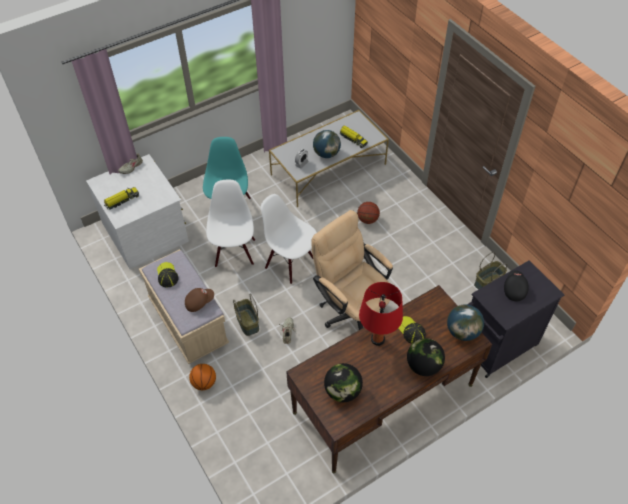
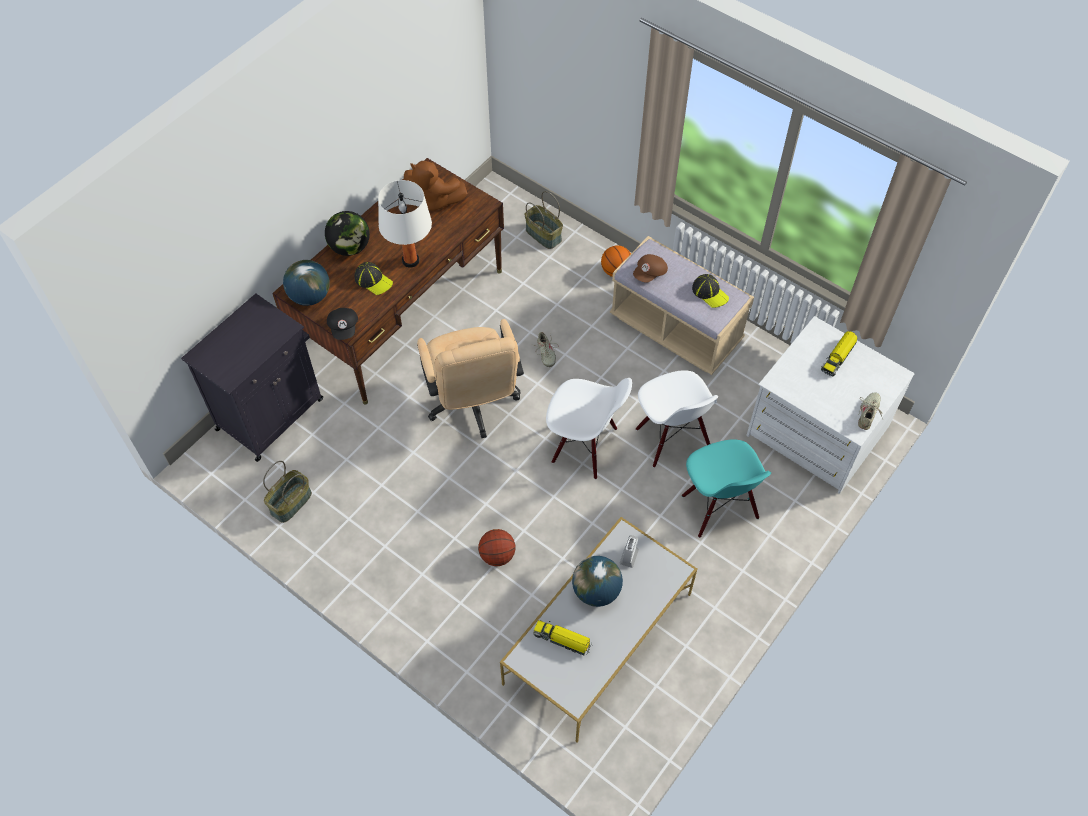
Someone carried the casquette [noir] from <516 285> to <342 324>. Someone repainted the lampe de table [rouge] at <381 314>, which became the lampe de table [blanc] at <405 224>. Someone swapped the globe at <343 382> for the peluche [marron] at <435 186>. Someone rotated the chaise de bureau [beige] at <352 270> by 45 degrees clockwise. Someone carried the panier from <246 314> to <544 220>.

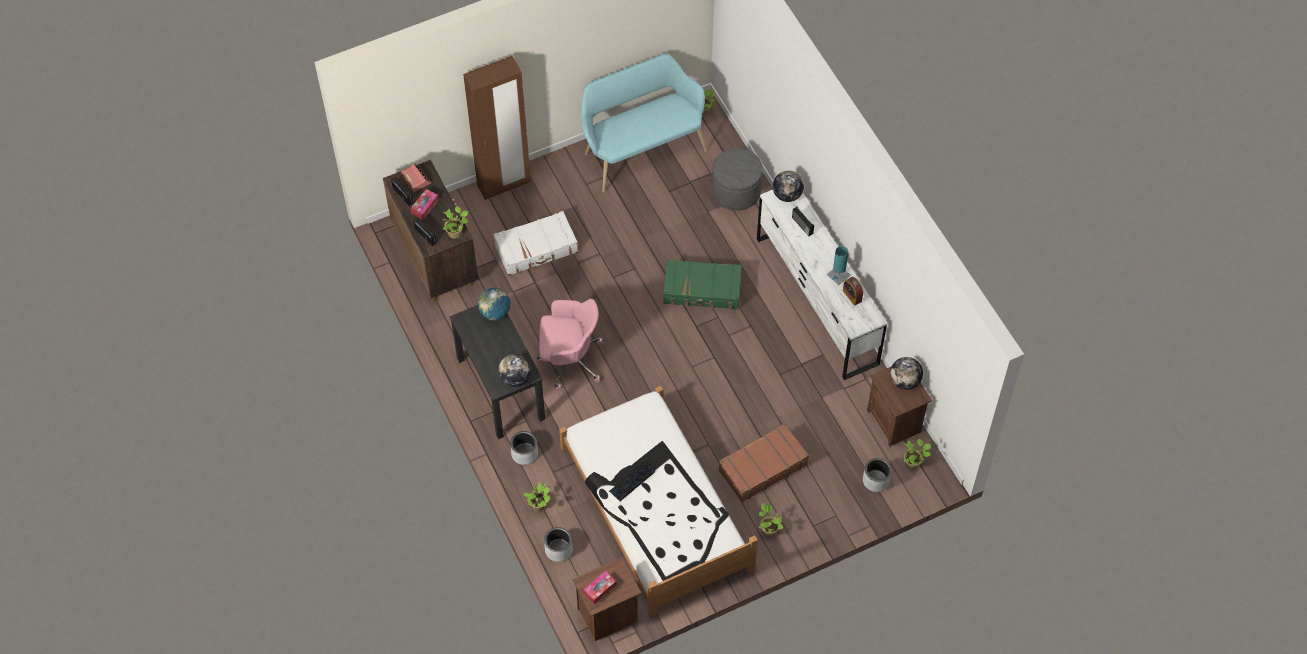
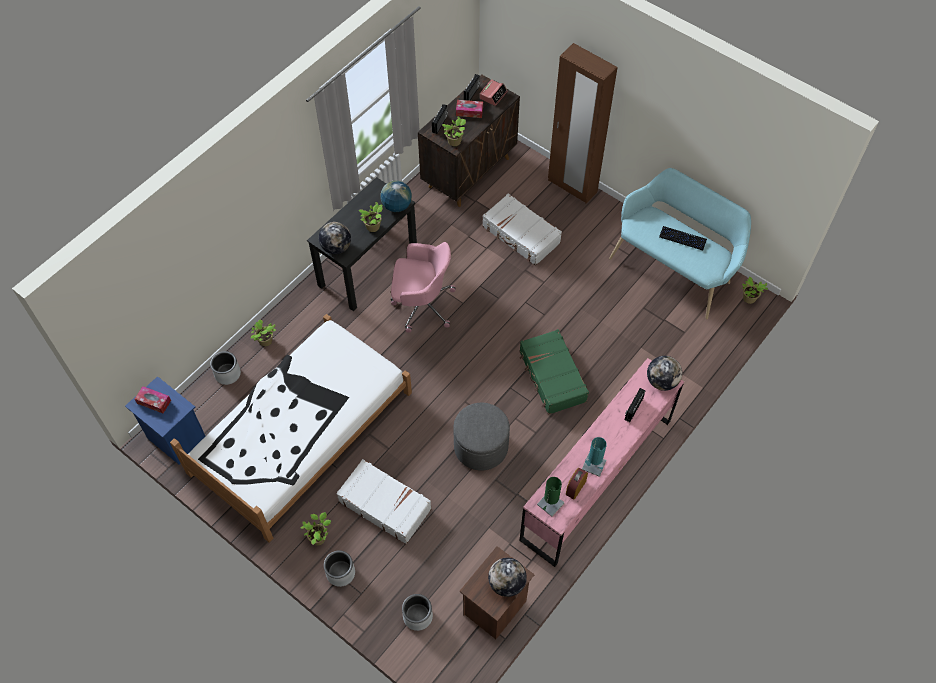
Someone repainted the table de chevet [marron] at <607 599>, which became the table de chevet [bleu] at <165 420>. Someone carried the cache-pot [gris] from <524 448> to <339 568>. Someone repainted the valise [marron] at <764 463>, which became the valise [blanc] at <383 501>. Someone carried the plante en pot from <917 454> to <371 217>. Someone rotated the chaise de bureau [rose] at <570 345> by 60 degrees counterclockwise. Someone carried the pouf [gris] from <737 179> to <481 437>. Someone repainted the commode [blanc] at <822 285>, which became the commode [rose] at <602 462>. Someone put down the lampe de table [vert] at <550 497>. Someone carried the clavier from <632 481> to <683 238>.

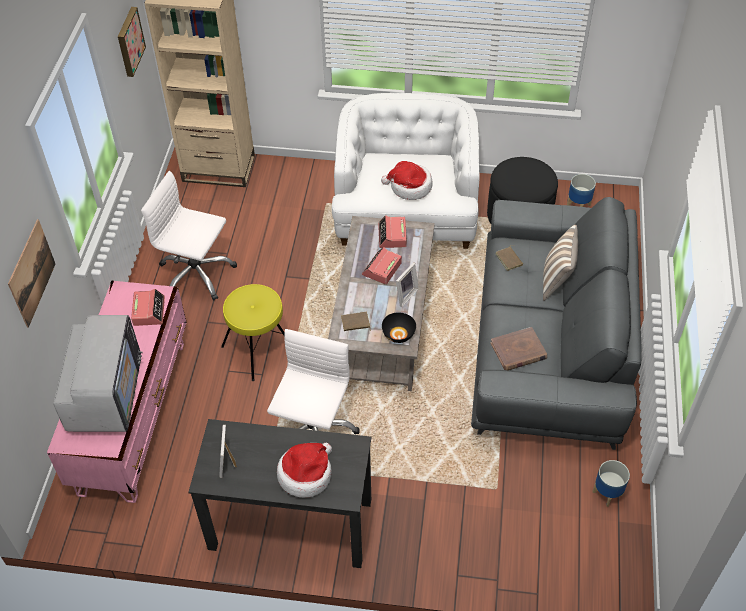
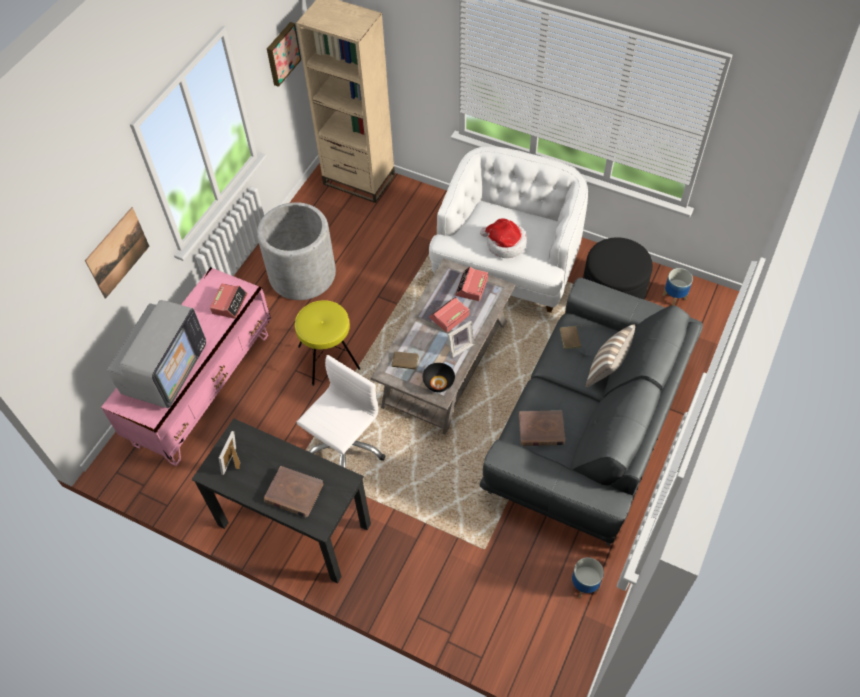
Someone swapped the chaise de bureau [blanc] at <189 236> for the cache-pot [gris] at <296 251>. Someone swapped the chapeau at <304 470> for the livre [marron] at <294 491>.

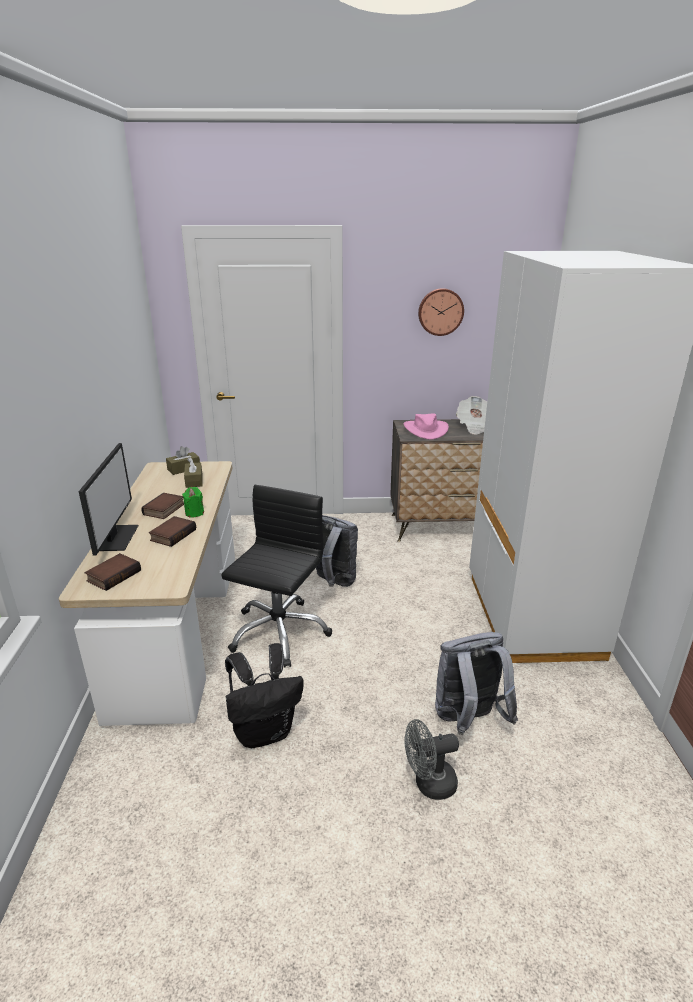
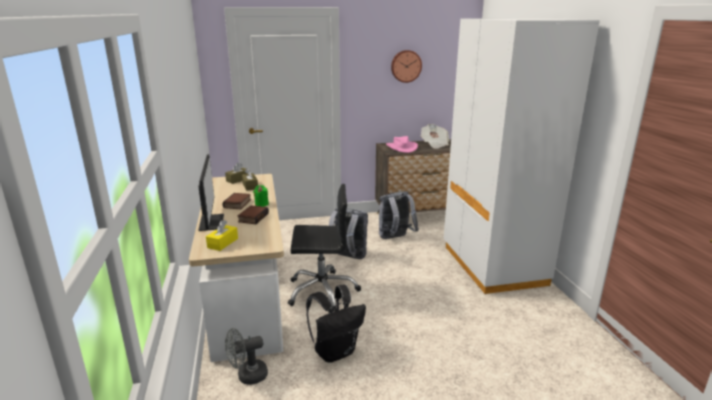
Someone swapped the livre at <113 572> for the boîte à mouchoirs [jaune] at <222 235>. Someone carried the ventilateur [gris] from <431 759> to <246 356>. Someone rotated the chaise de bureau [noir] at <276 576> by 75 degrees clockwise. Someone carried the sac à dos [gris] from <476 683> to <399 215>.

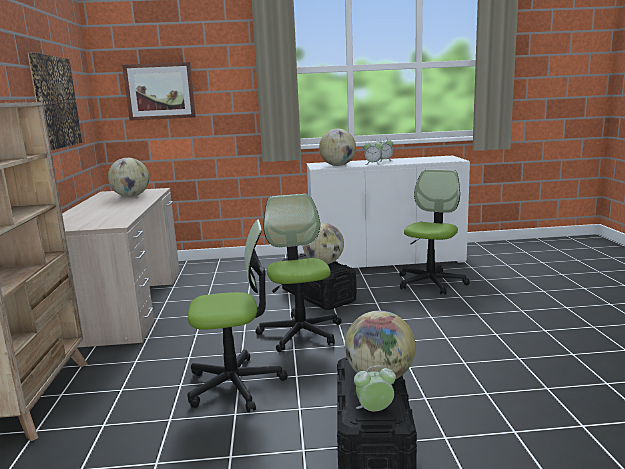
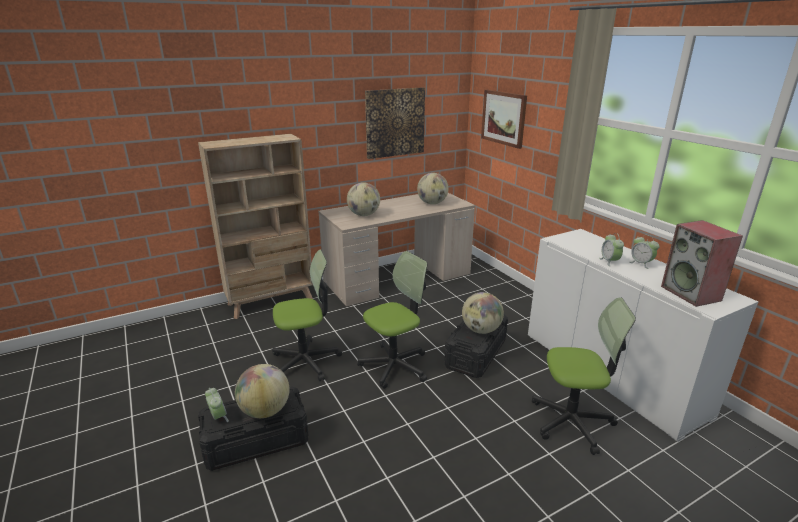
Someone rotated the chaise de bureau at <237 315> by 75 degrees counterclockwise. Someone carried the globe from <337 147> to <363 199>. Someone put down the enceinte at <702 263>.

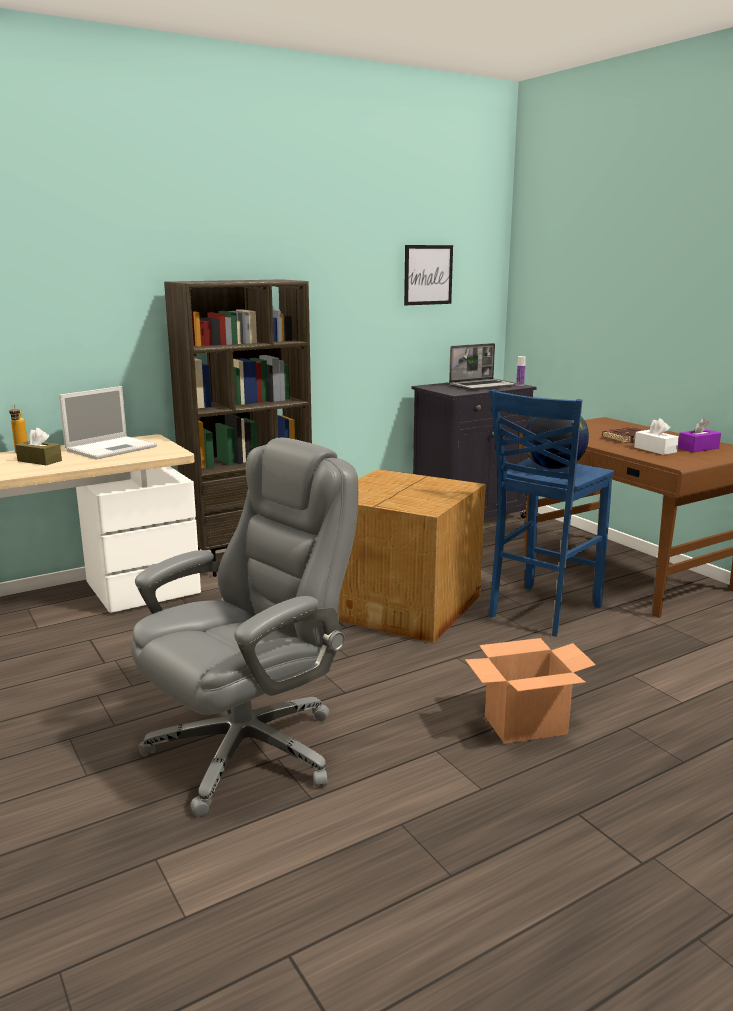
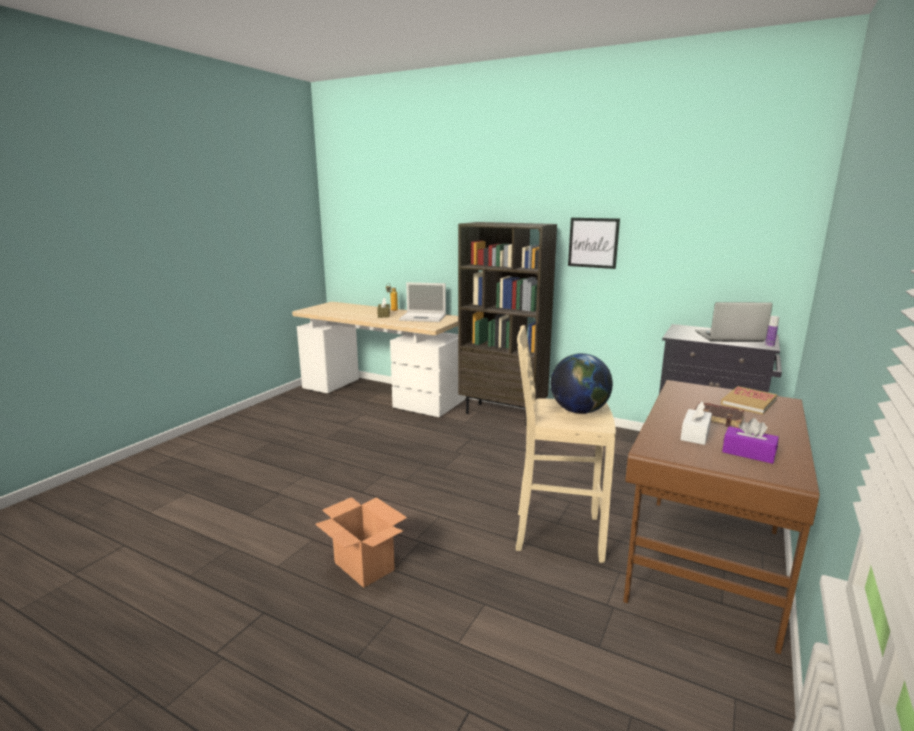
Someone repainted the tabouret [bleu] at <551 513>, which became the tabouret [beige] at <566 444>. Someone carried the tableau from <428 275> to <594 243>. Someone rotated the ordinateur portable at <482 366> by 150 degrees clockwise. Someone put down the livre at <749 400>. Someone took away the chaise de bureau [gris] at <244 627>. Someone took away the carton at <412 556>.

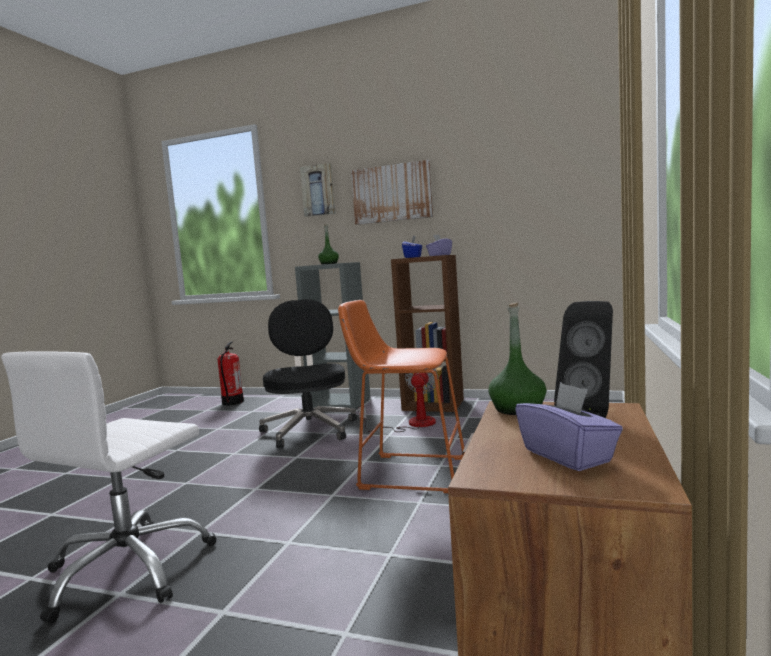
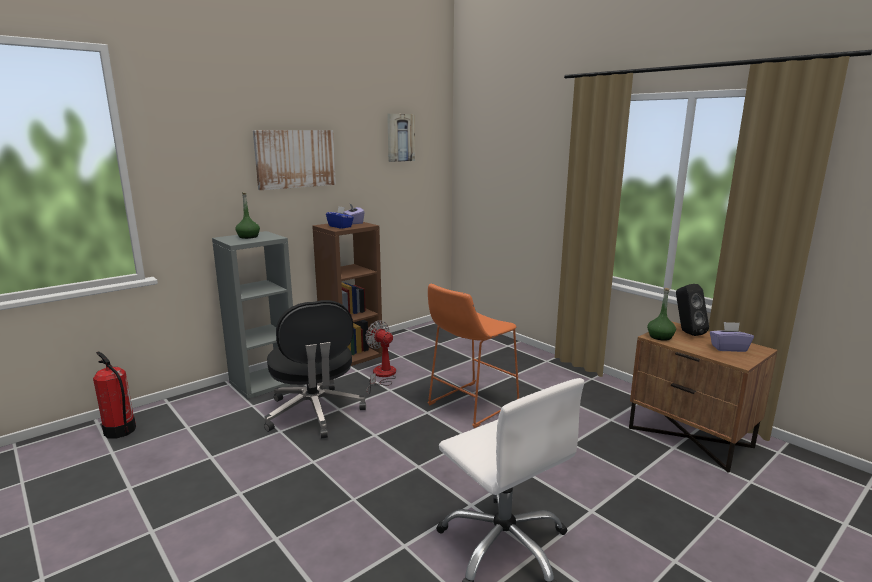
Someone rotated the chaise de bureau [noir] at <308 373> by 135 degrees counterclockwise. Someone carried the tableau from <317 190> to <401 138>.

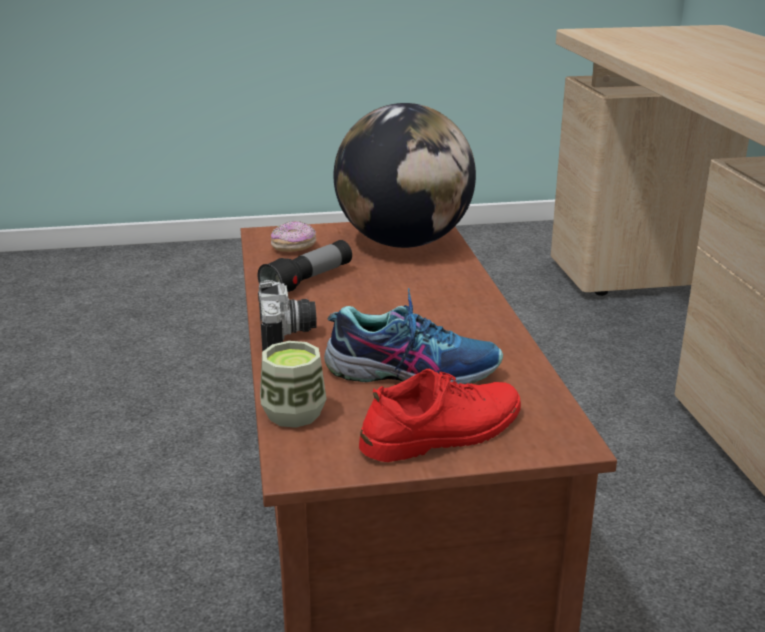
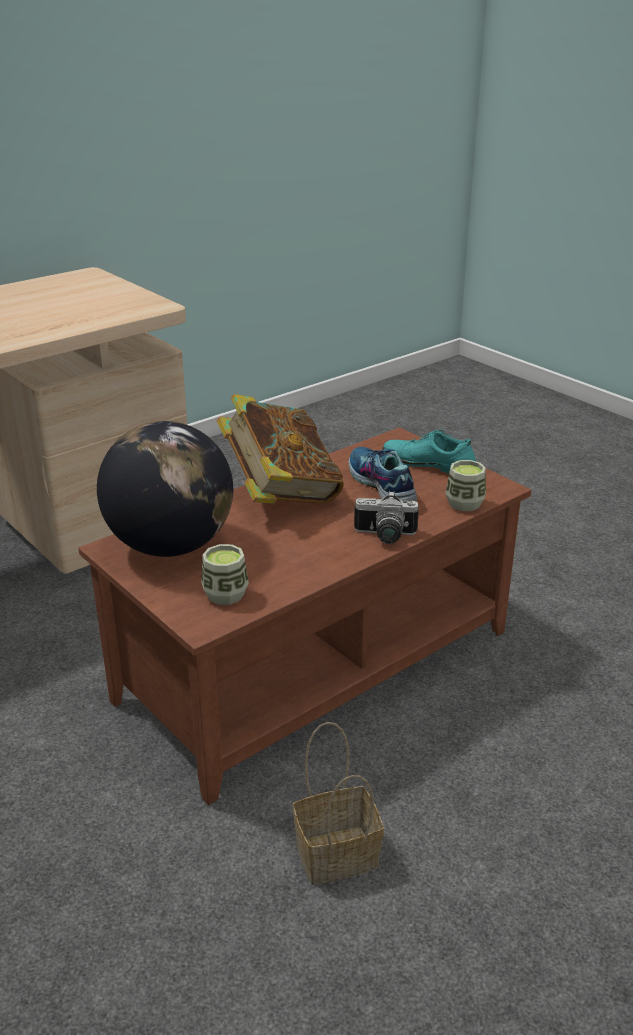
Someone swapped the beignet at <293 236> for the tasse at <225 574>. Someone put down the livre at <280 449>. Someone put down the panier at <338 803>. Someone rotated the appareil photo at <287 316> by 135 degrees counterclockwise. Someone repainted the chaussure [rouge] at <440 415>, which became the chaussure [turquoise] at <429 451>. Someone took away the lampe de poche at <305 266>.

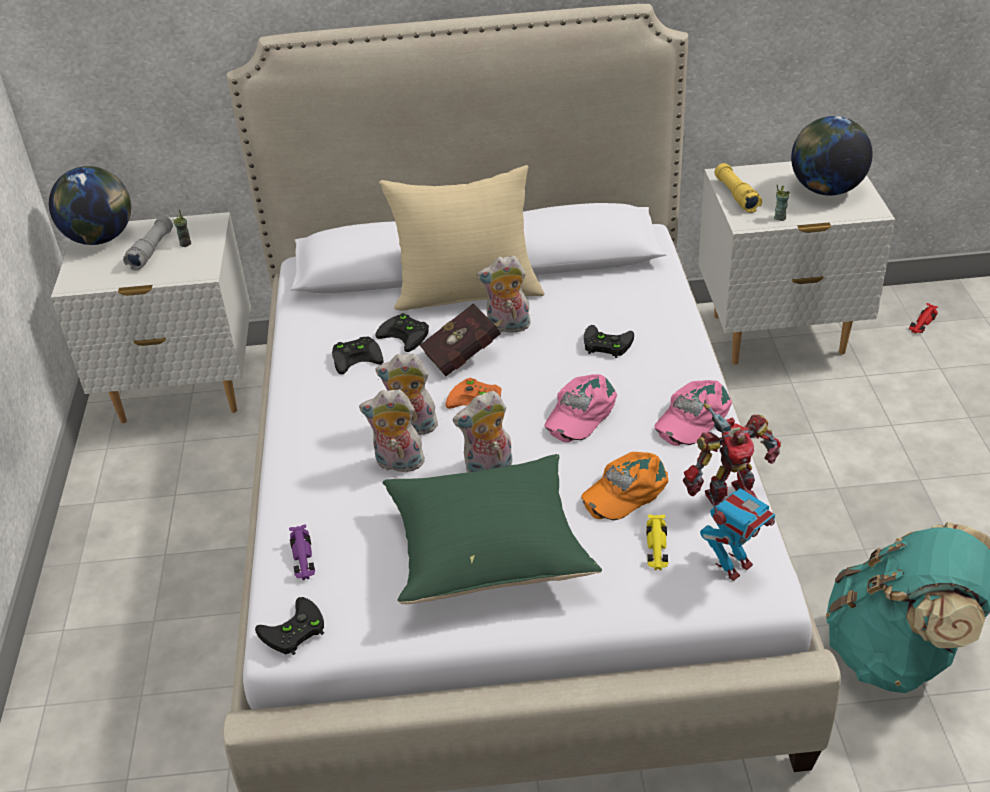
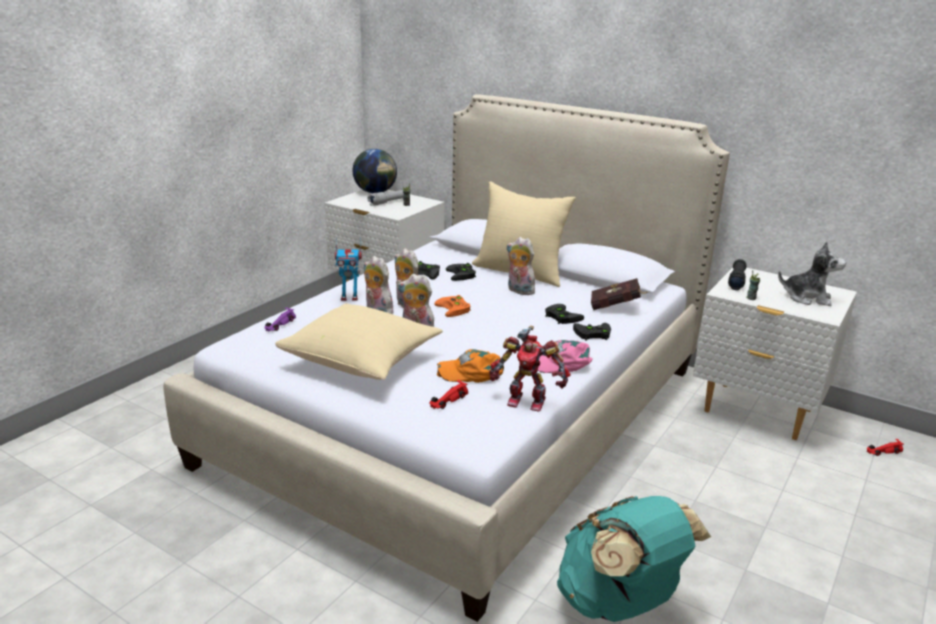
Someone repainted the coussin [vert] at <492 529>, which became the coussin [beige] at <359 341>. Someone carried the robot jouet from <737 524> to <348 269>. Someone repainted the petite voiture [jaune] at <657 542>, which became the petite voiture [rouge] at <448 394>. Someone carried the manette [noir] from <289 626> to <592 331>. Someone carried the livre [rouge] from <461 340> to <620 294>. Someone repainted the lampe de poche [jaune] at <738 188>, which became the lampe de poche [noir] at <737 274>. Someone swapped the globe at <832 156> for the peluche at <812 273>. Someone took away the casquette [rose] at <580 408>.

